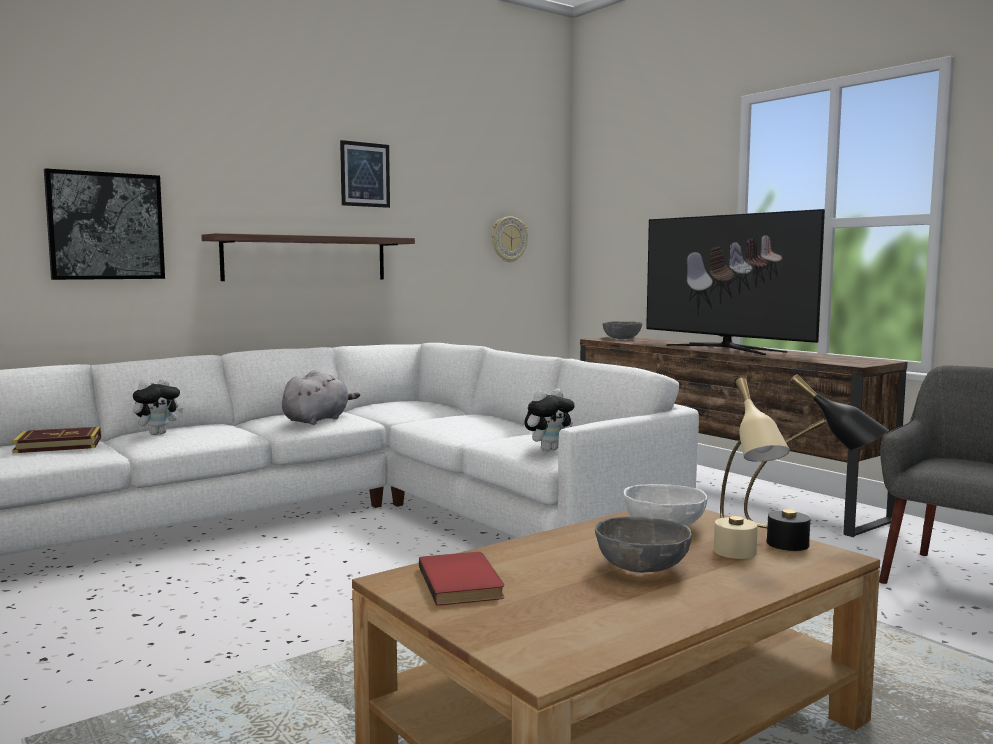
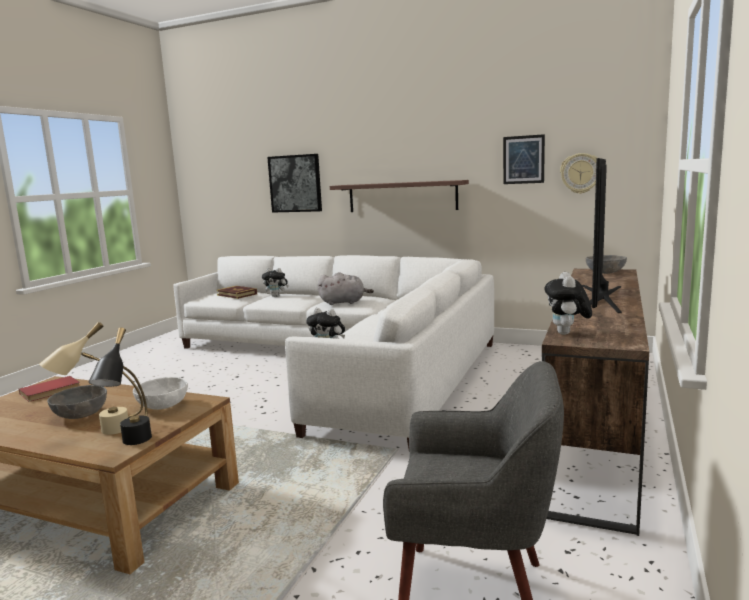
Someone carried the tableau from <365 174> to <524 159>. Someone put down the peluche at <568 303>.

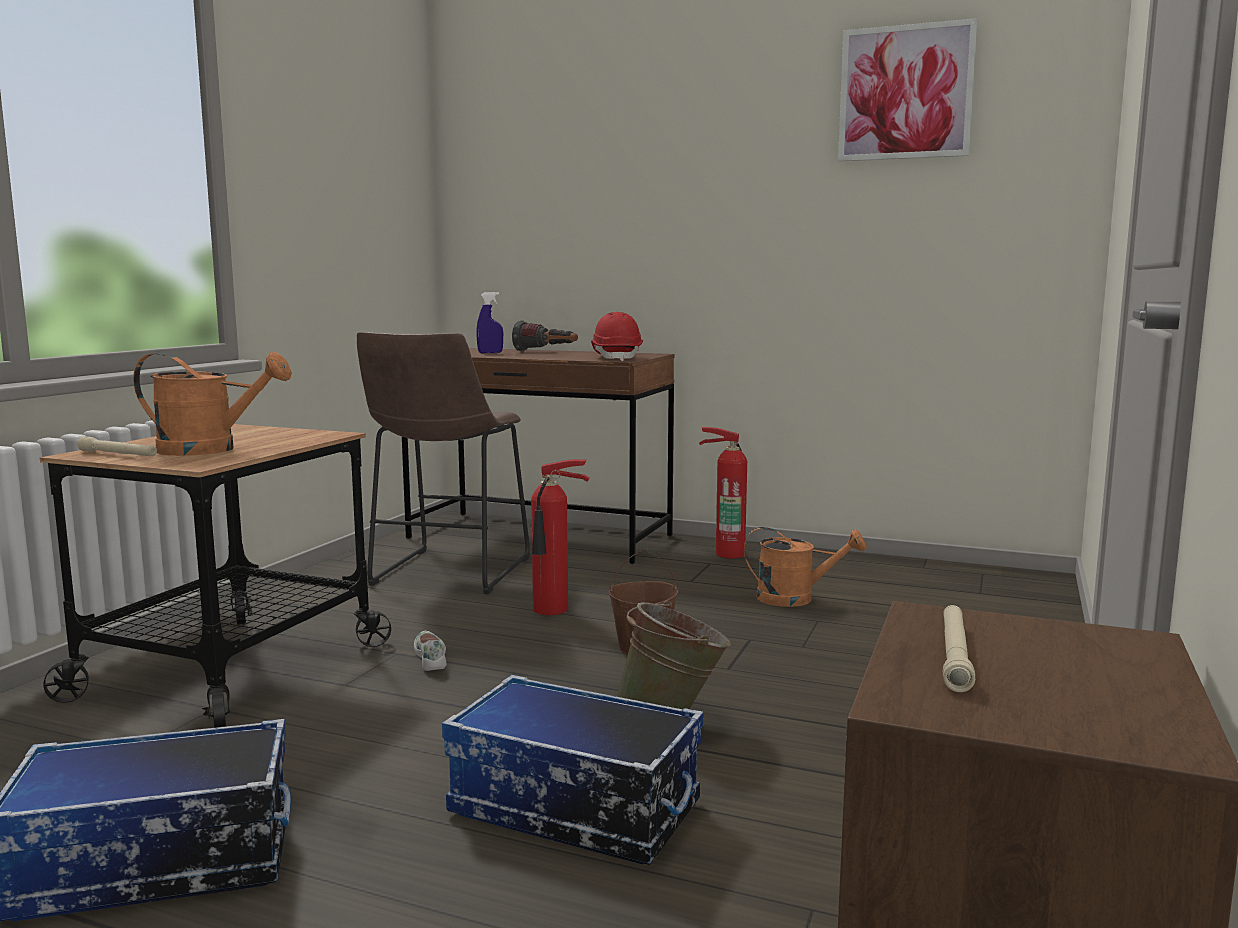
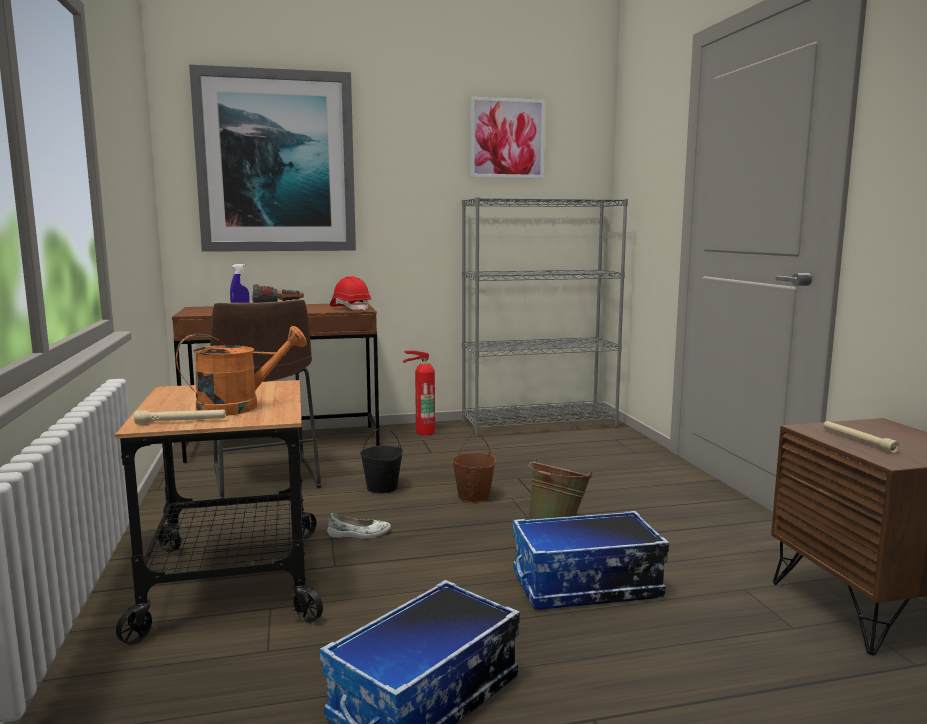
Someone put up the tableau at <272 158>. Someone rotated the chaussure [blanc] at <430 651> by 135 degrees clockwise. Someone swapped the extincteur at <560 537> for the seau [noir] at <381 460>. Someone put down the bibliothèque [gris] at <545 317>. Someone took away the arrosoir [orange] at <805 567>.

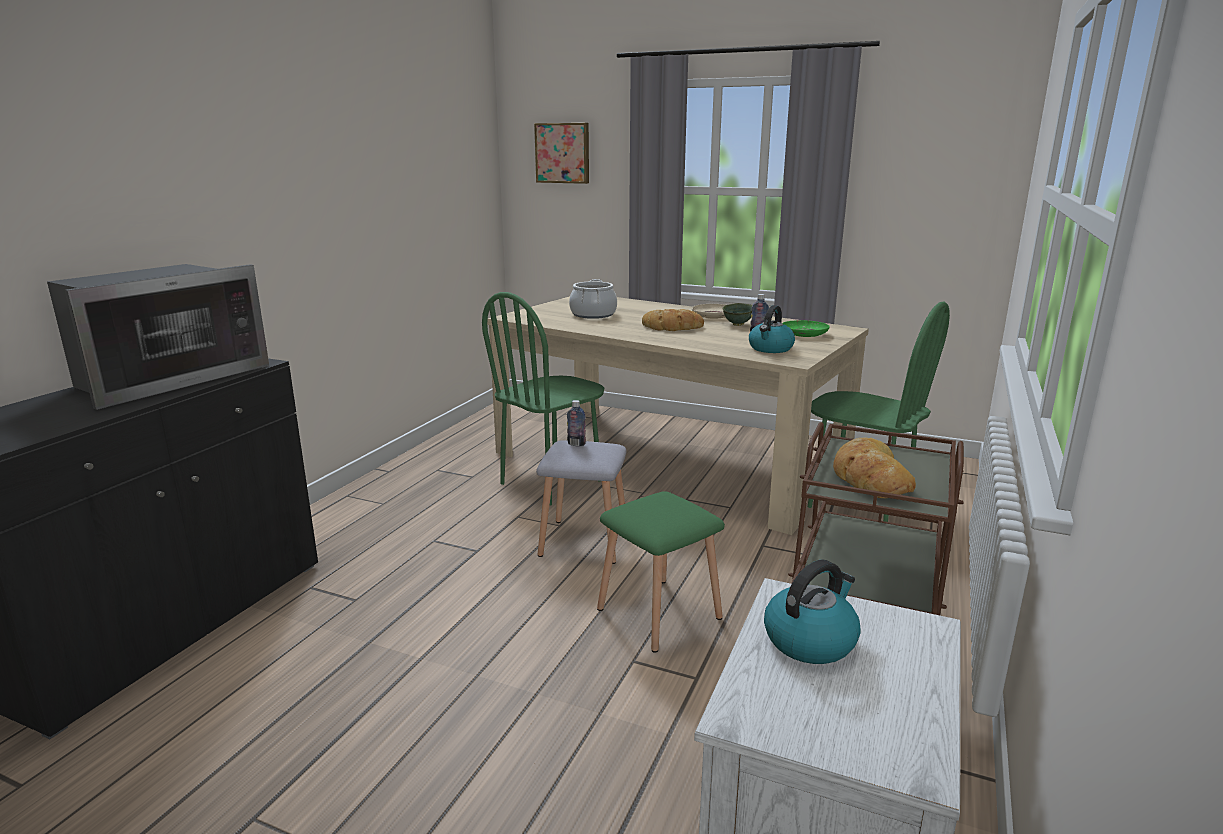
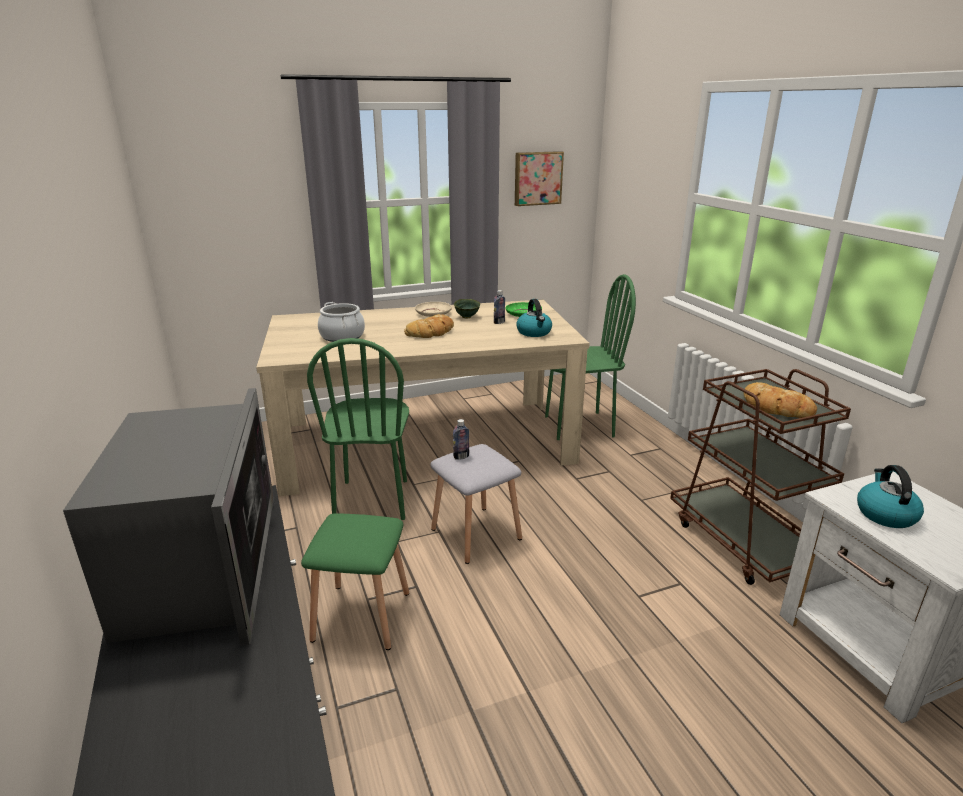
Someone carried the tabouret [vert] from <661 572> to <355 581>. Someone carried the tableau from <561 153> to <539 178>.

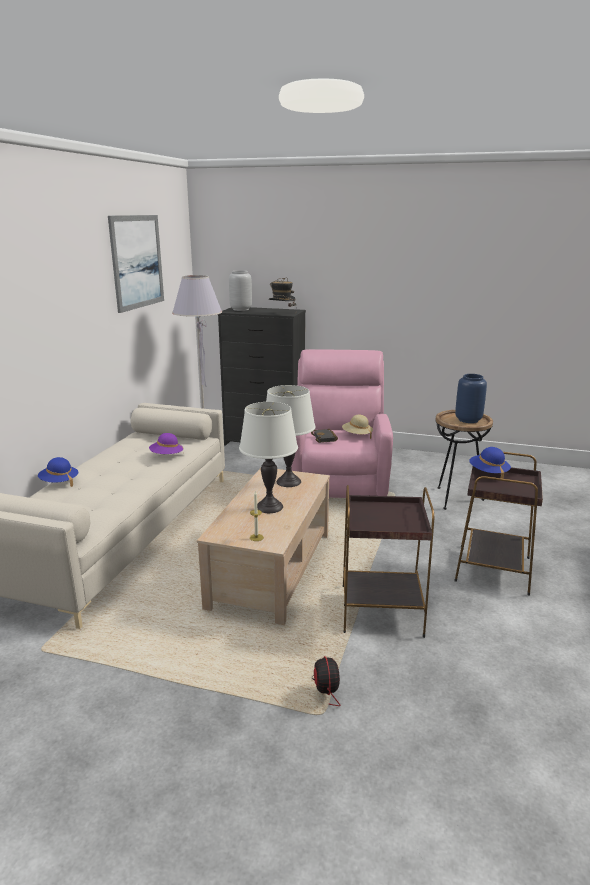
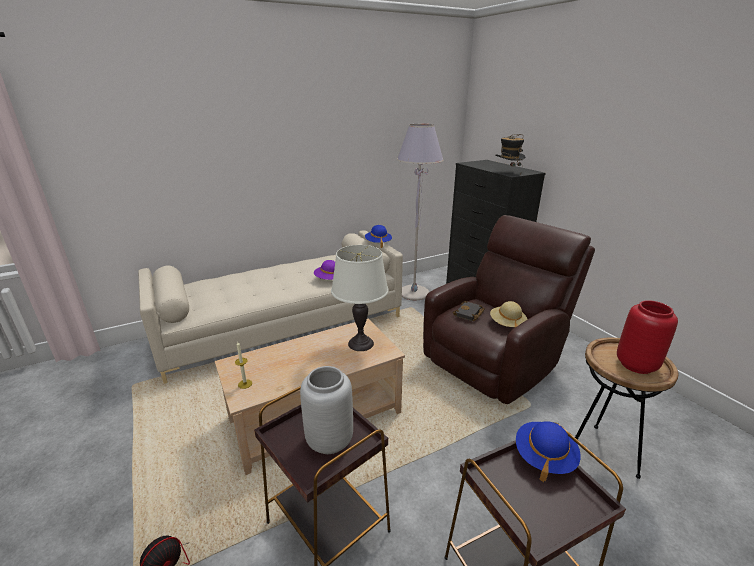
Someone carried the vase [gris] from <240 290> to <326 410>. Someone carried the chapeau [bleu] from <58 472> to <378 236>. Someone repainted the fauteuil [rose] at <342 423>, which became the fauteuil [marron] at <509 309>. Someone repainted the vase [bleu] at <471 398>, which became the vase [rouge] at <647 337>. Someone took away the tableau at <136 264>. Someone took away the lampe de table [blanc] at <268 457>.

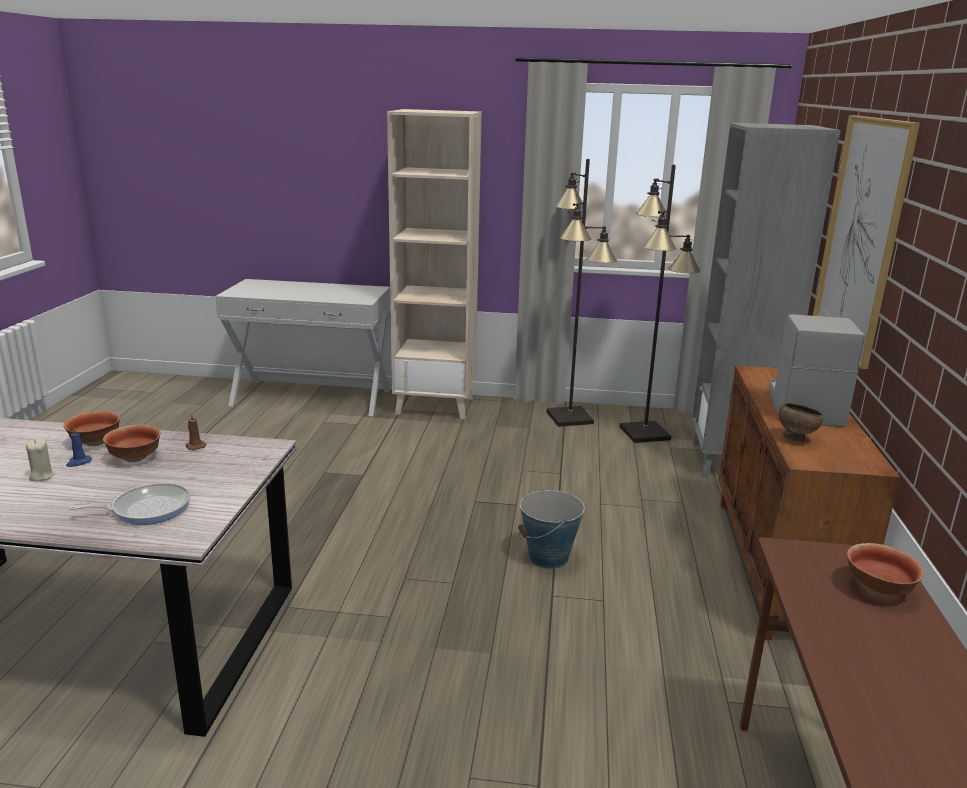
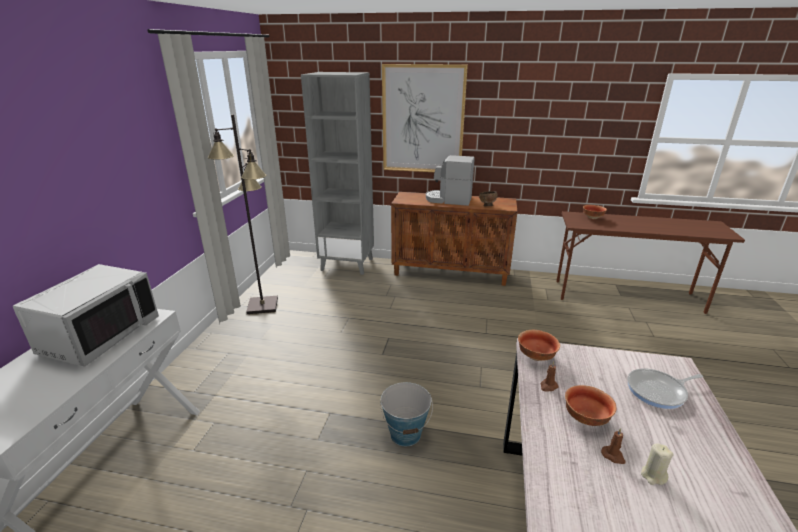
Someone put down the micro-ondes [gris] at <86 315>. Someone carried the seau from <551 528> to <406 414>. Someone carried the bol from <91 428> to <539 345>. Someone repainted the bougie [bleu] at <79 447>, which became the bougie [marron] at <613 446>. Someone rotated the poêle at <130 504> by 90 degrees counterclockwise. Someone took away the bibliothèque [beige] at <434 264>. Someone took away the lampadaire [noir] at <660 304>.

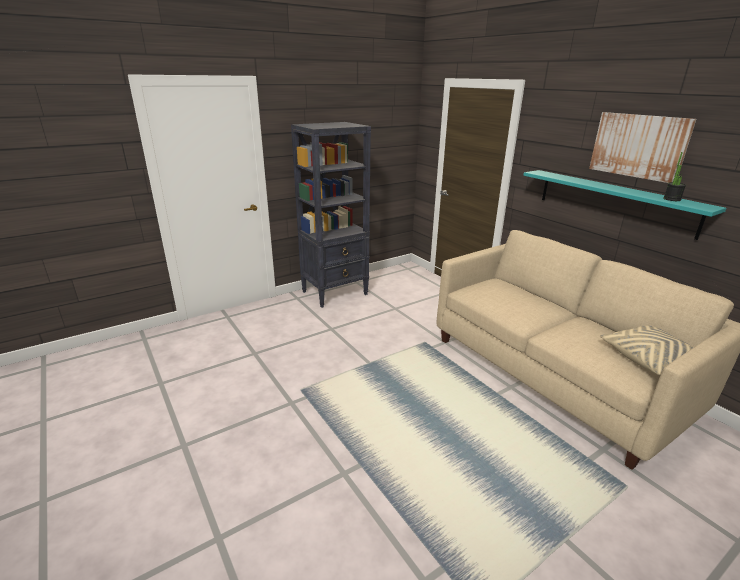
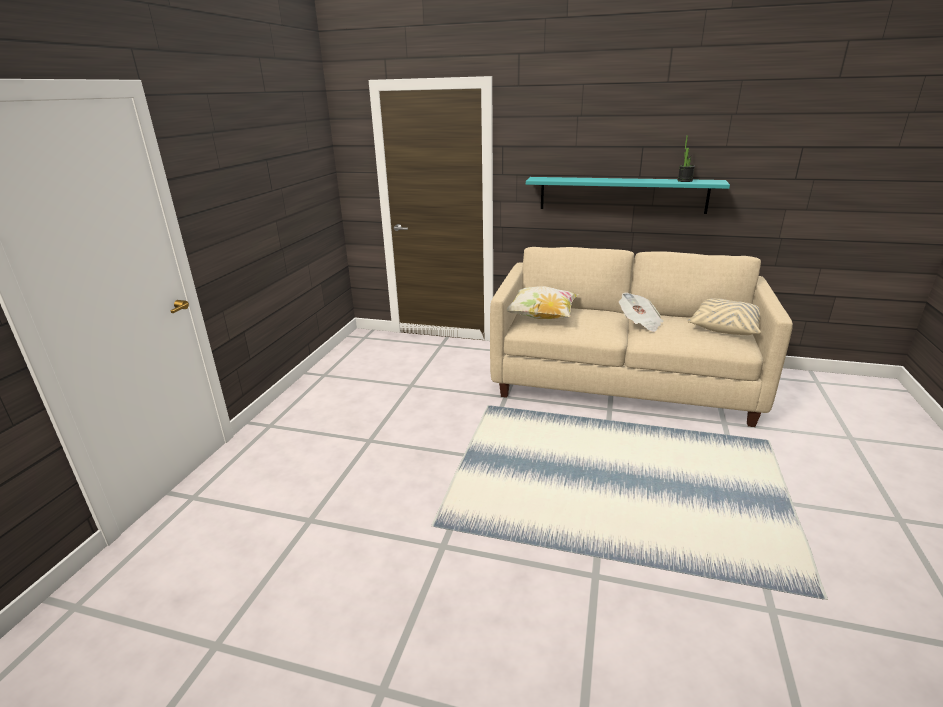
Someone put down the coussin at <542 302>. Someone put down the journal at <641 312>. Someone took away the bibliothèque [noir] at <331 215>. Someone took away the tableau at <642 147>.

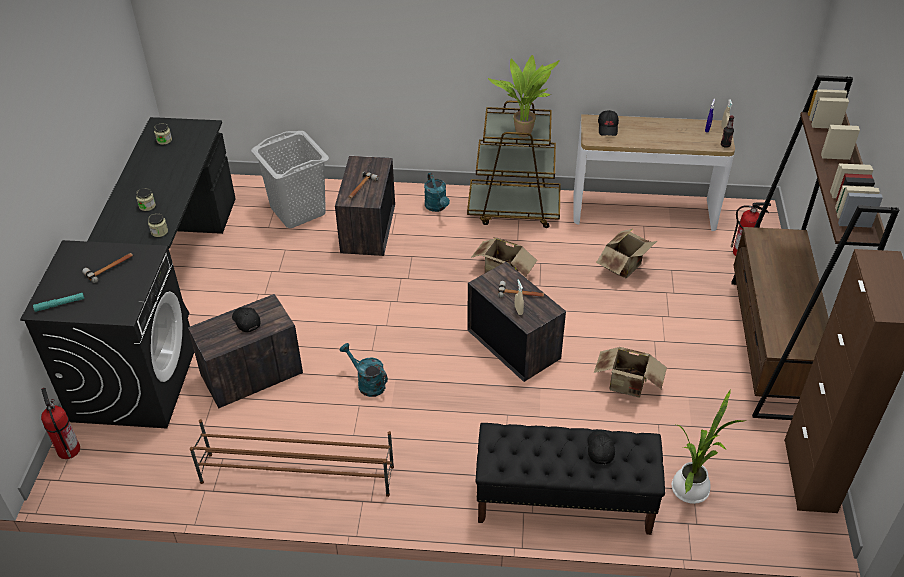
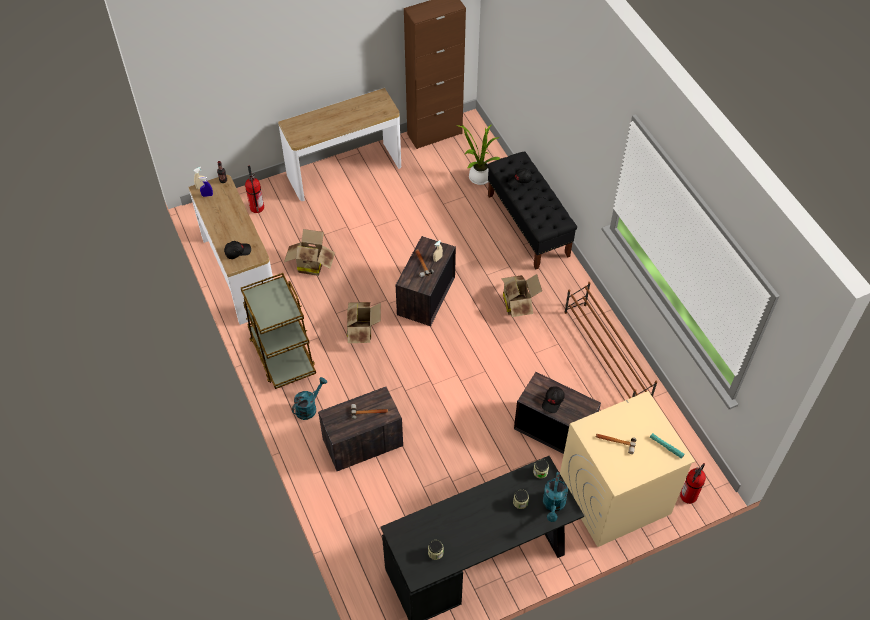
Someone swapped the bibliothèque [marron] at <815 247> for the table console at <339 144>. Someone carried the carton from <630 372> to <521 295>. Someone carried the arrosoir [turquoise] from <364 370> to <555 497>. Someone repainted the lave-linge [noir] at <107 334>, which became the lave-linge [beige] at <627 469>. Someone took away the panier à linge [gris] at <290 179>. Someone took away the plante en pot at <524 96>.

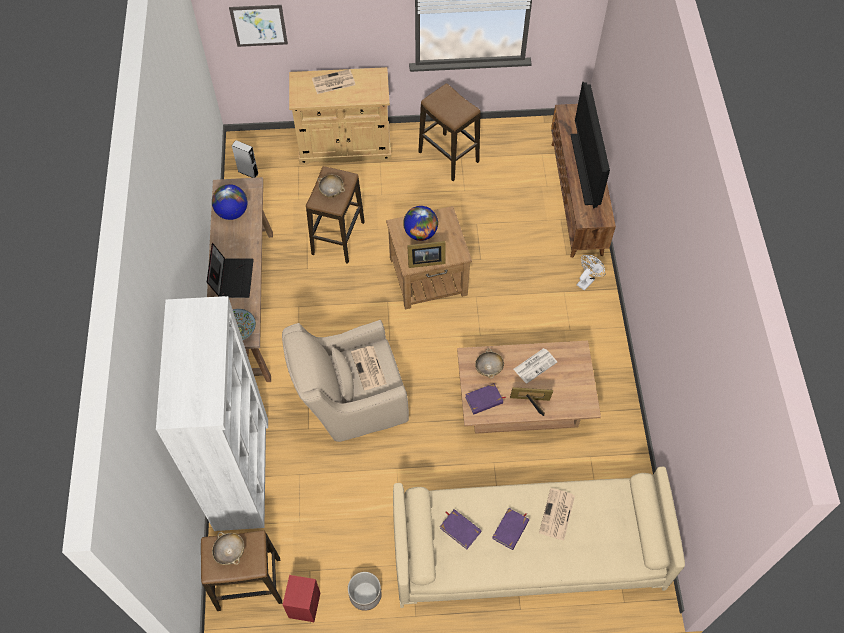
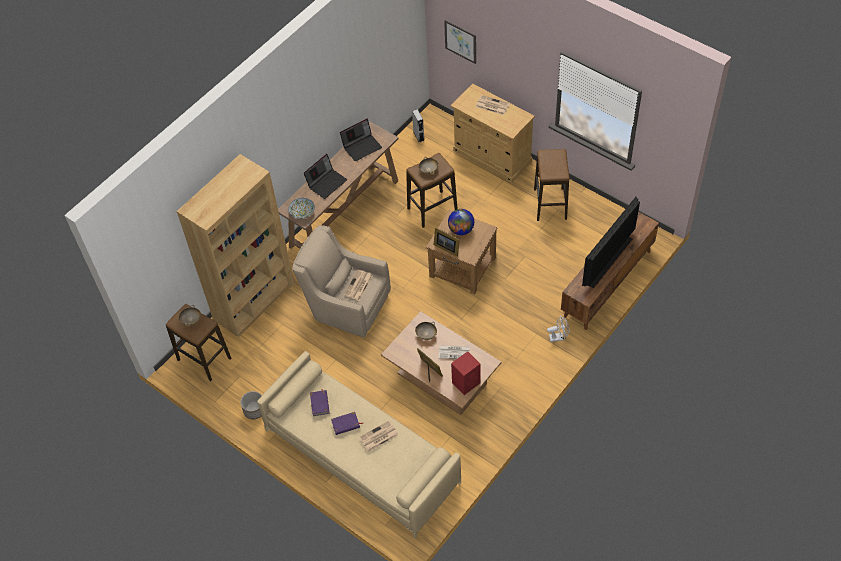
Someone repainted the bibliothèque [blanc] at <212 413>, which became the bibliothèque [marron] at <235 245>. Someone swapped the globe at <230 202> for the ordinateur portable at <361 140>. Someone carried the enceinte [rouge] from <301 598> to <465 373>. Someone took away the livre [violet] at <485 398>.

